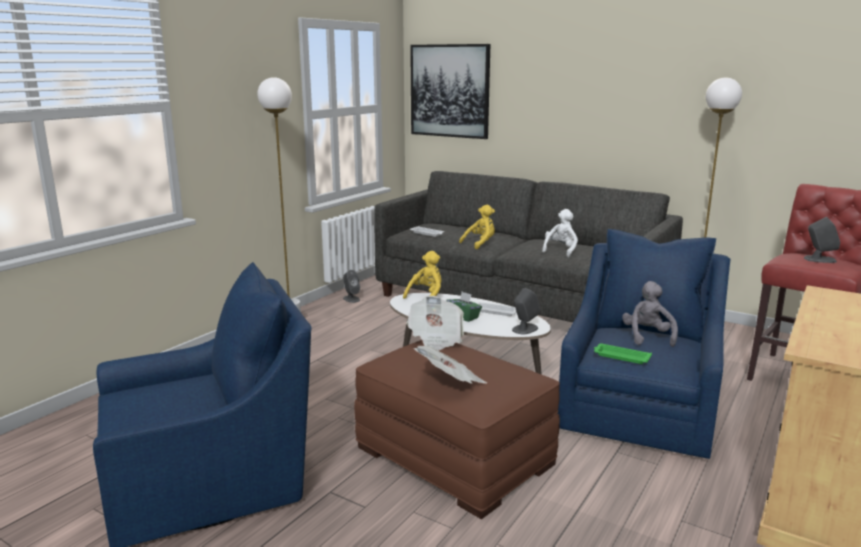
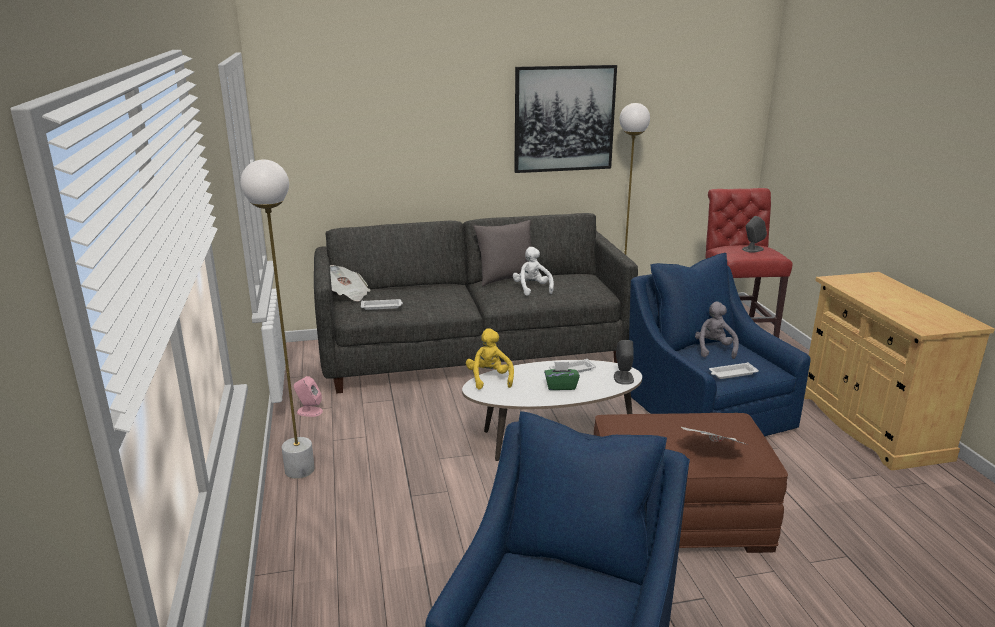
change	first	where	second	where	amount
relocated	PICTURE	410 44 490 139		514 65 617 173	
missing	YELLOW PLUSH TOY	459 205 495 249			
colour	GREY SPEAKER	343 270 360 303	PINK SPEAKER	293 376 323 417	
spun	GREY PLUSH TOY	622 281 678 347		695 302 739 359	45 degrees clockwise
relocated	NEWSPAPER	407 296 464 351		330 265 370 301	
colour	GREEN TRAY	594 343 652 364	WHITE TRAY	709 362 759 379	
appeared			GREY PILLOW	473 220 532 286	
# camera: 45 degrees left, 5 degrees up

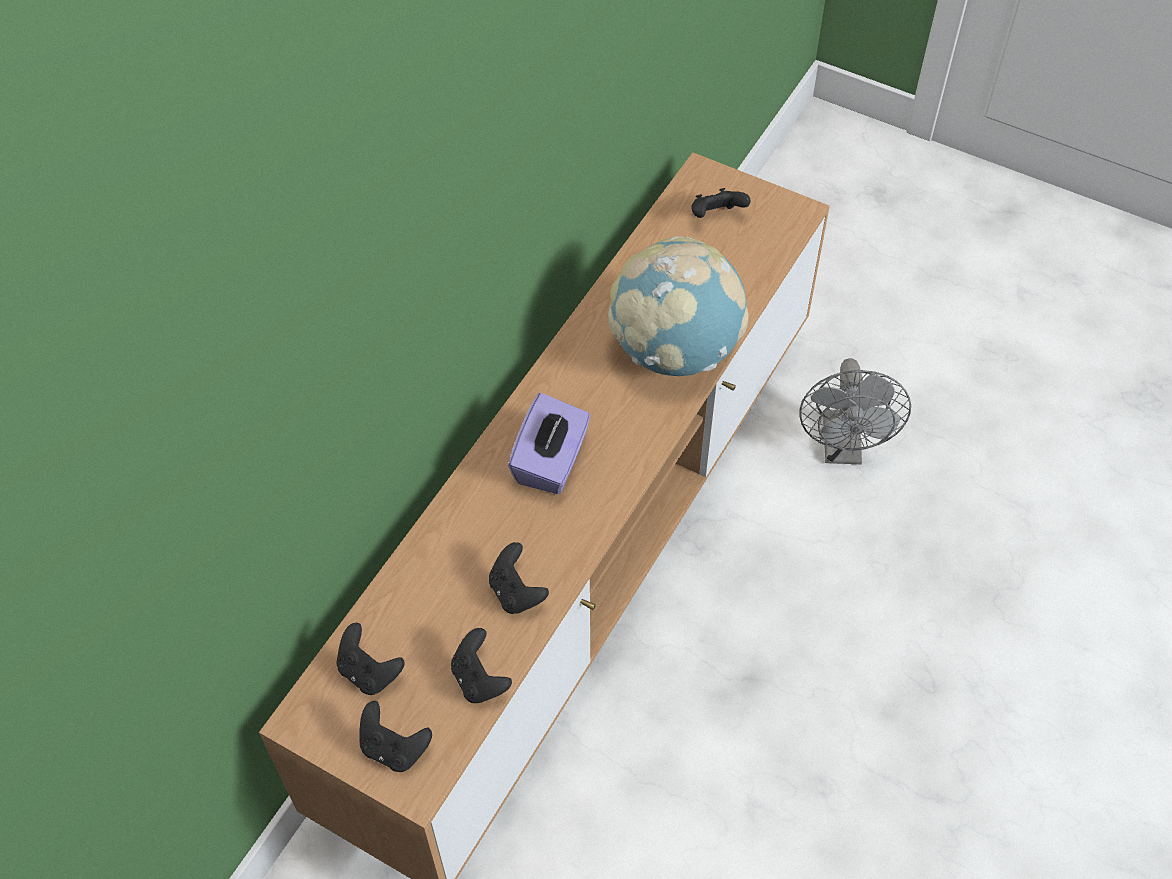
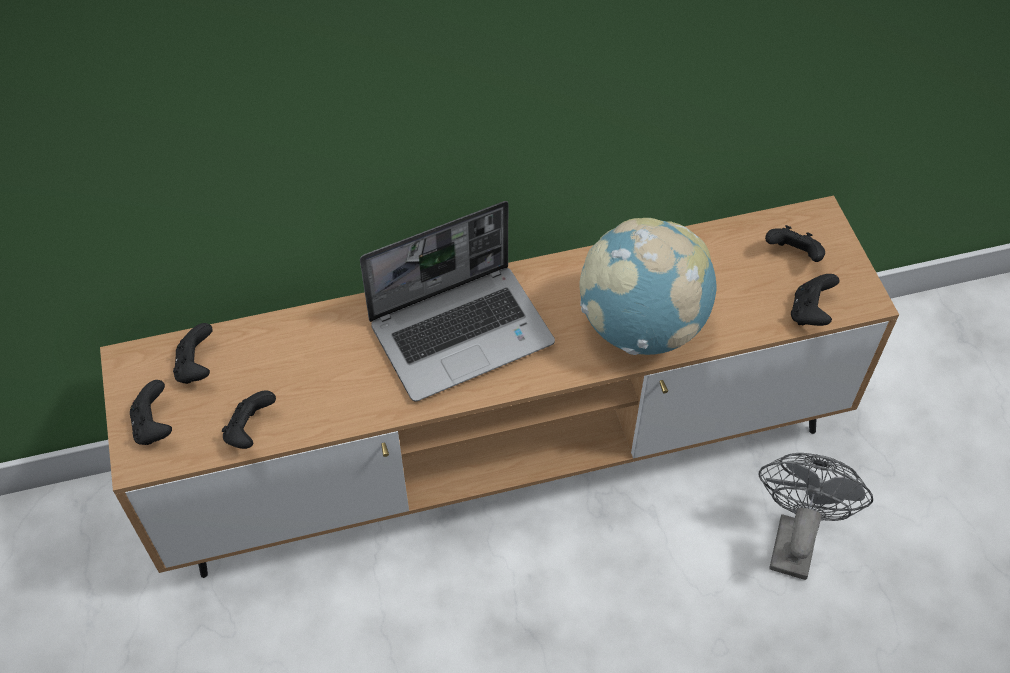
change	first	where	second	where	amount
spun	GREY FAN	800 358 911 464		759 453 873 580	150 degrees clockwise
exchanged	PURPLE TISSUE BOX	508 393 590 494	LAPTOP	360 201 555 402	
relocated	BLACK GAME CONTROLLER	489 542 549 614		791 274 839 326	
# camera: 45 degrees right, 0 degrees up

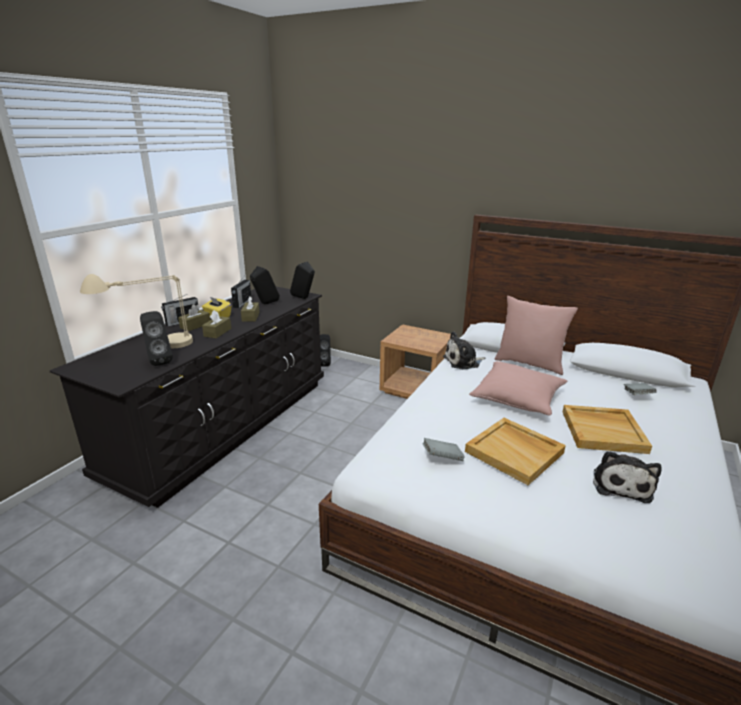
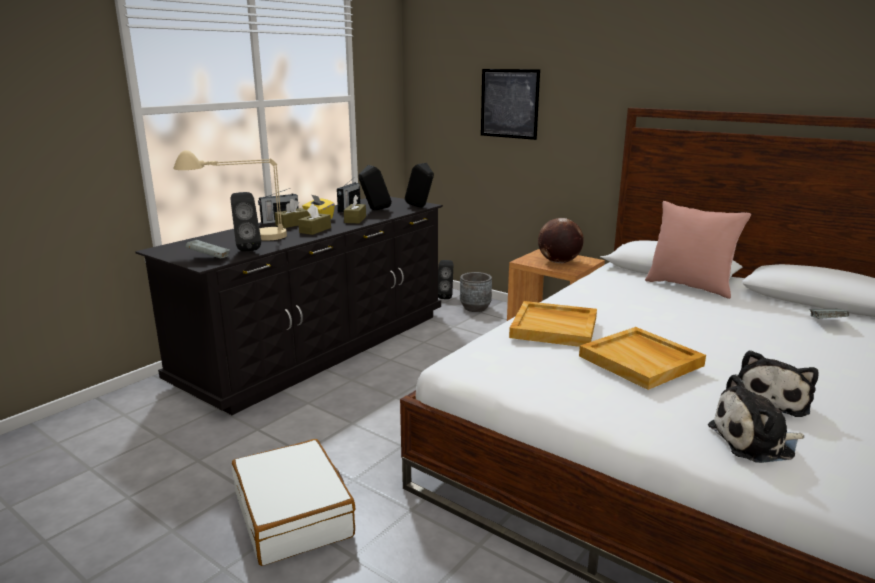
change	first	where	second	where	amount
relocated	PLUSH TOY	443 331 486 370		708 374 804 463	
missing	PINK PILLOW	469 361 567 415			
relocated	BEIGE TRAY	563 405 652 454		509 301 597 347	
relocated	GREY BOOK	422 438 464 461		186 240 230 259	
appeared			PICTURE	481 69 540 140	
appeared			GLOBE	538 218 583 263	
appeared			GREY PLANTER	460 272 492 312	
appeared			WHITE SUITCASE	232 439 356 566	
# camera: 10 degrees right, 5 degrees down

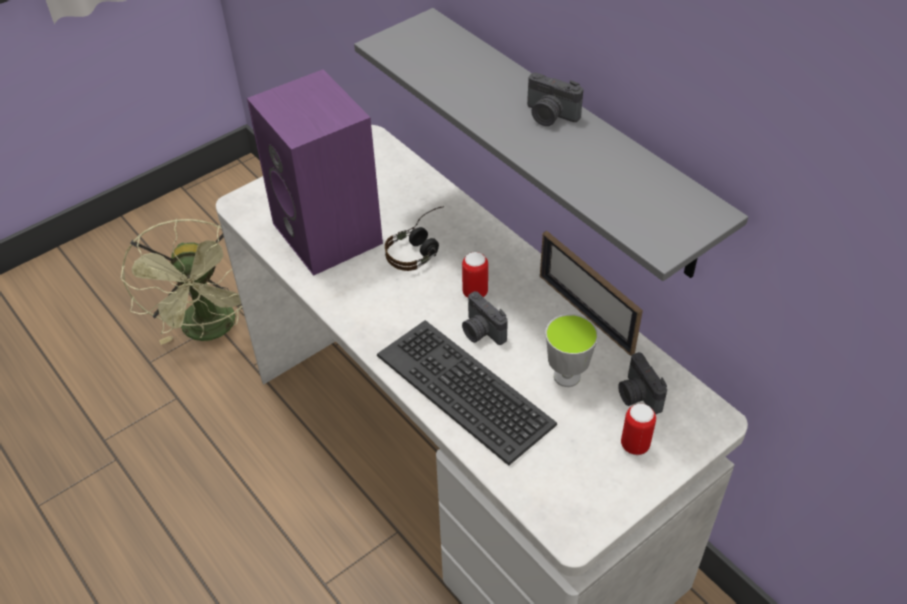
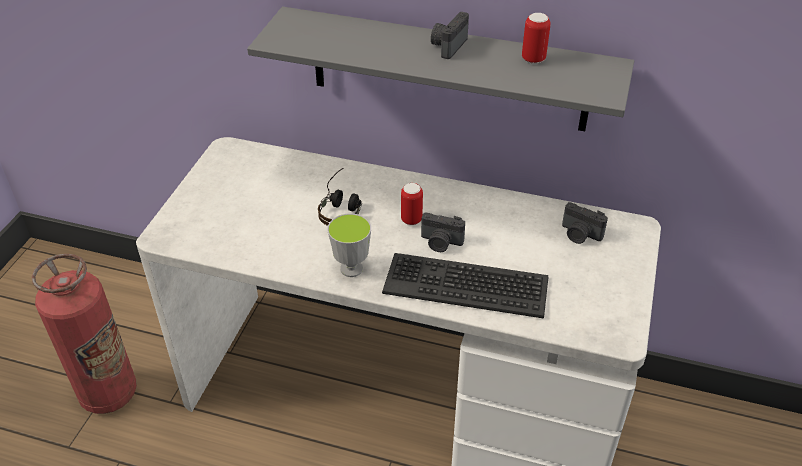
change	first	where	second	where	amount
missing	PURPLE SPEAKER	247 69 383 276			
spun	PHOTO CAMERA	527 72 583 126		431 12 469 59	120 degrees clockwise
exchanged	GREEN FAN	120 219 244 345	FIRE EXTINGUISHER	32 254 137 414	
missing	PICTURE FRAME	540 231 643 356			
relocated	CUP	545 314 598 387		327 213 371 277	
relocated	CAN	621 403 656 455		522 13 551 64	
# camera: 35 degrees left, 5 degrees down

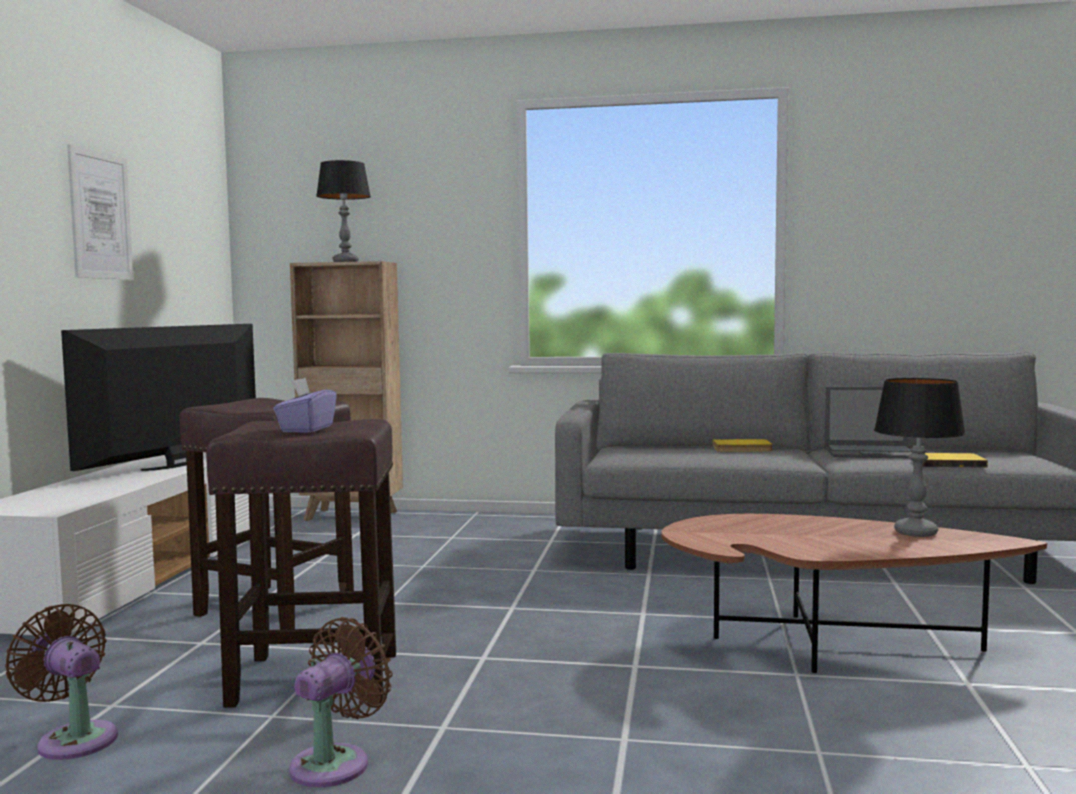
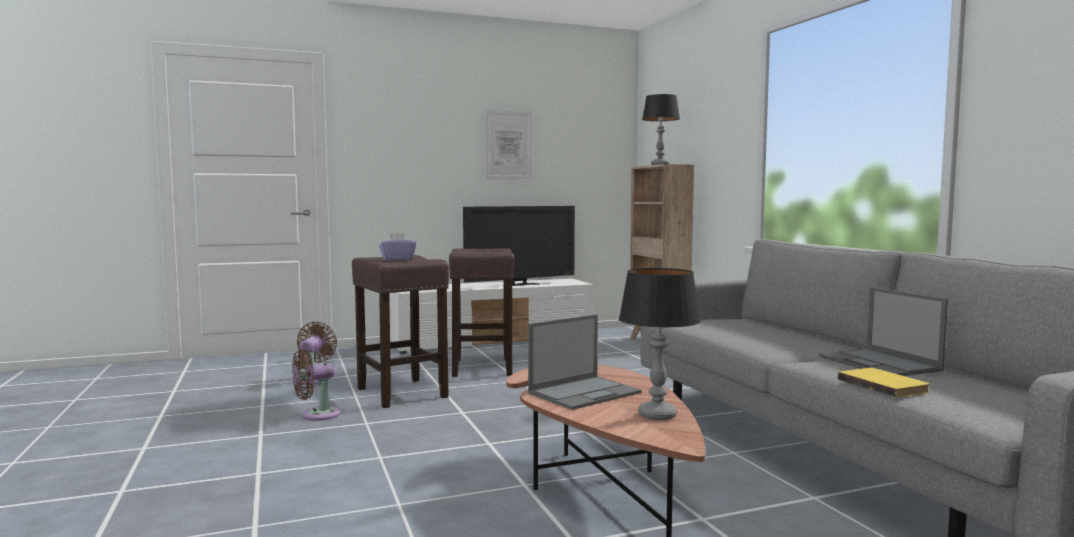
change	first	where	second	where	amount
spun	TELEVISION	61 324 256 471		463 206 575 286	150 degrees clockwise
missing	YELLOW BOOK	712 439 773 452			
spun	BROWN FAN	289 617 393 787		292 349 341 421	150 degrees clockwise
appeared			LAPTOP	528 314 641 410	
# camera: 60 degrees right, 0 degrees up

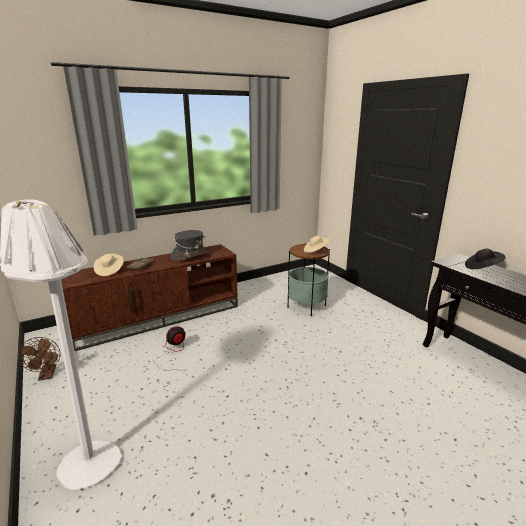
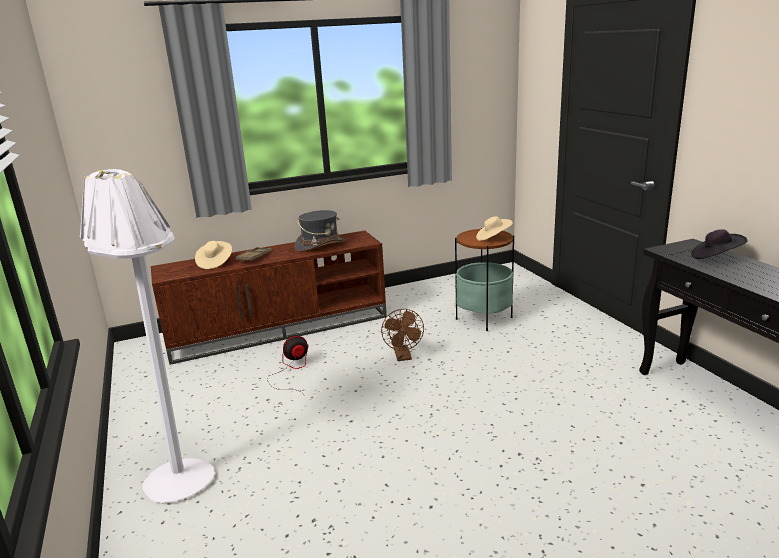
change	first	where	second	where	amount
relocated	BROWN FAN	18 337 60 381		381 309 424 361	
# camera: 10 degrees right, 0 degrees up

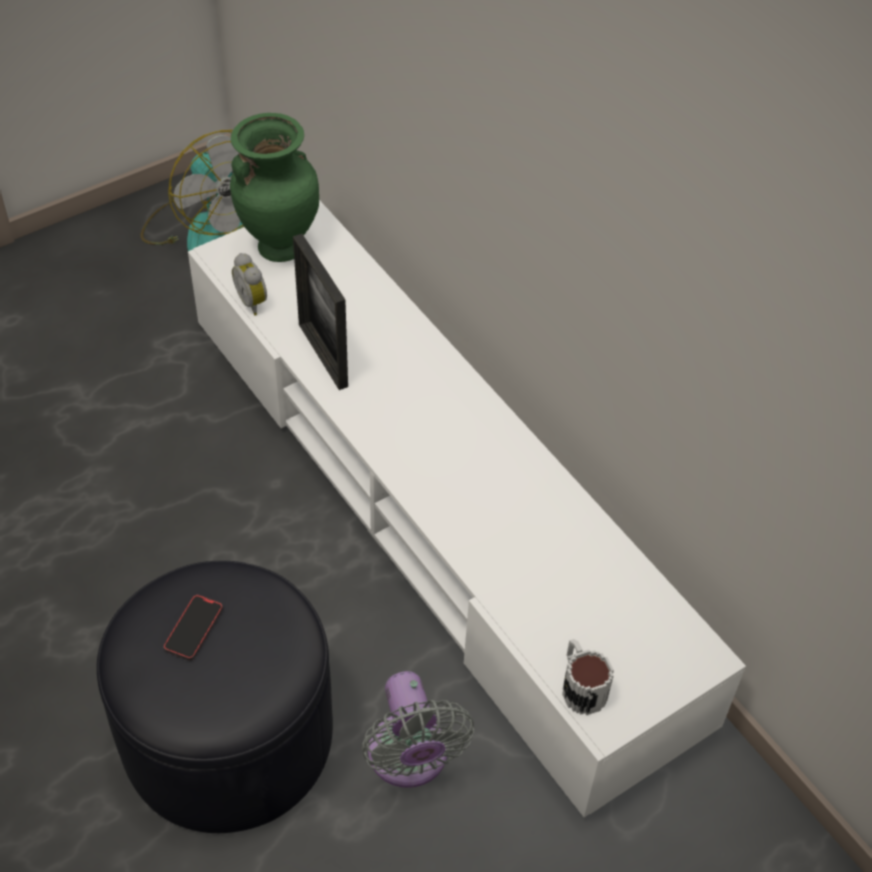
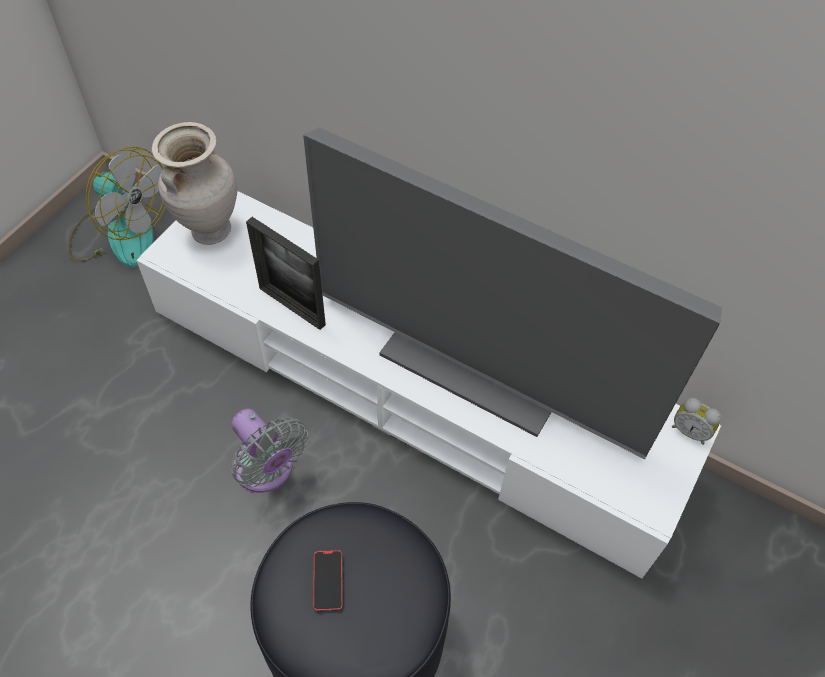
change	first	where	second	where	amount
colour	GREEN VASE	230 113 319 262	BEIGE VASE	152 122 237 245	
relocated	ALARM CLOCK	232 253 267 316		672 398 721 445	
missing	MUG	562 639 614 715			
relocated	GREY FAN	361 671 474 788		231 409 308 493	
appeared			TELEVISION	303 128 722 459	
# camera: 25 degrees left, 5 degrees up

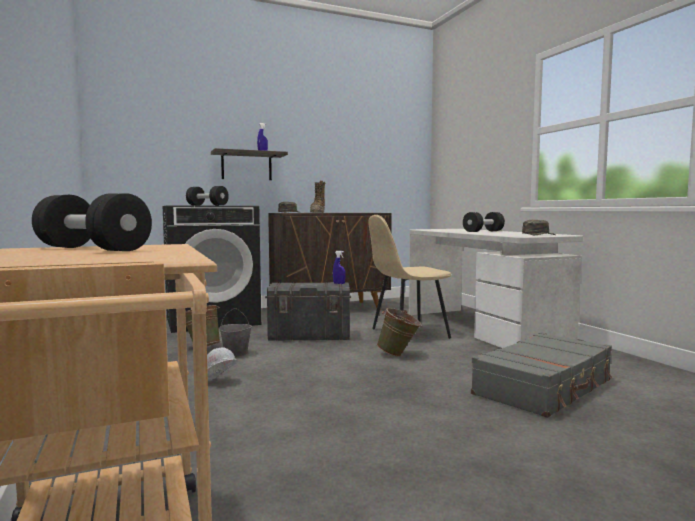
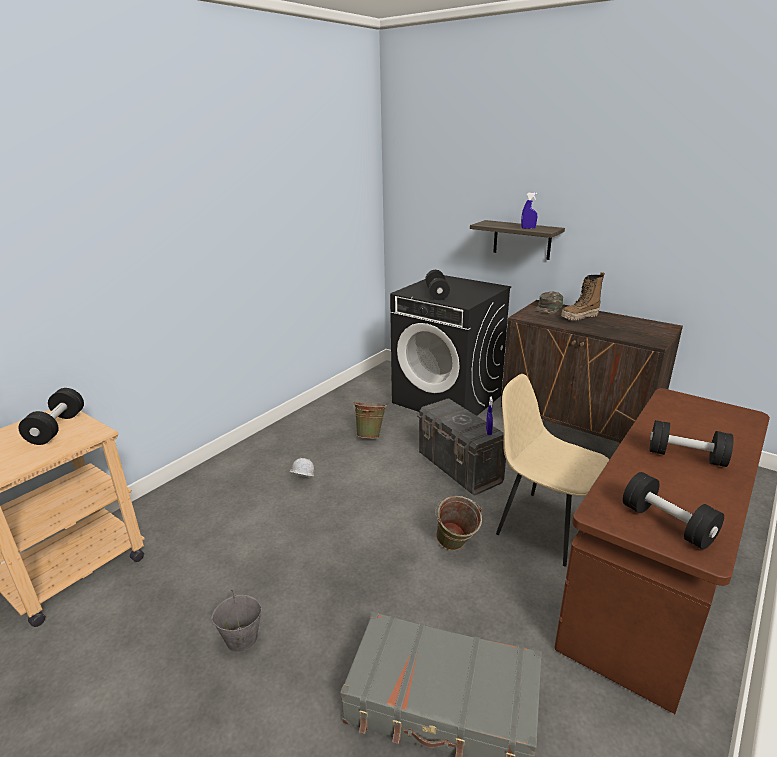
change	first	where	second	where	amount
exchanged	GREEN CAP	522 220 555 235	BLACK DUMBBELL	623 472 724 550	
colour	WHITE DESK	409 229 583 348	BROWN DESK	554 388 770 714	
relocated	GREY BUCKET	219 308 252 357		211 589 262 652	
# camera: 60 degrees right, 20 degrees up

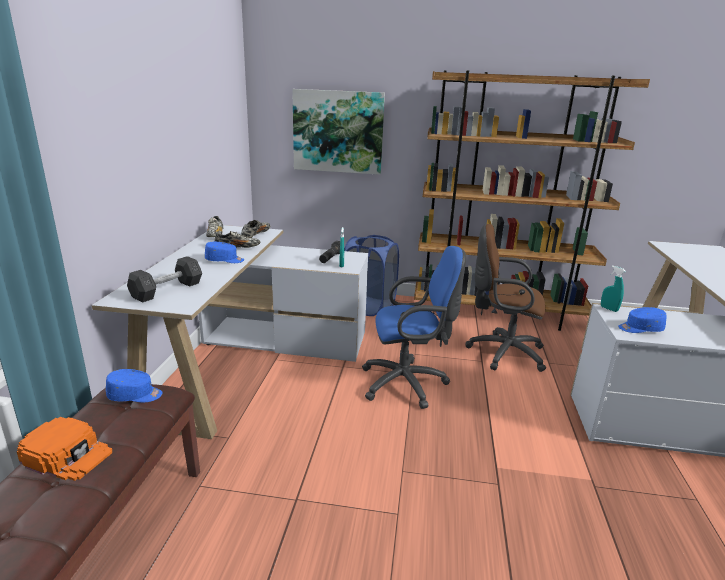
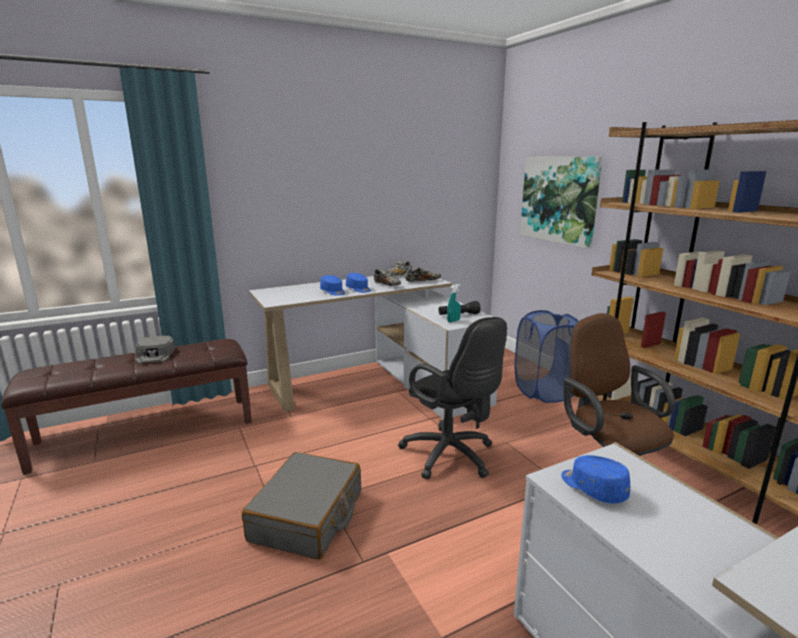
change	first	where	second	where	amount
colour	BLUE OFFICE CHAIR	362 246 466 409	BLACK OFFICE CHAIR	398 317 507 479	
missing	GREY DUMBBELL	127 256 202 303			
missing	TURQUOISE SPRAY BOTTLE	601 265 626 312			
relocated	BLUE CAP	106 369 163 402		320 275 345 296	
colour	ORANGE CAP	17 417 112 481	GREY CAP	136 335 175 364	
appeared			GREY SUITCASE	242 452 361 560	
# camera: 55 degrees right, 5 degrees down

